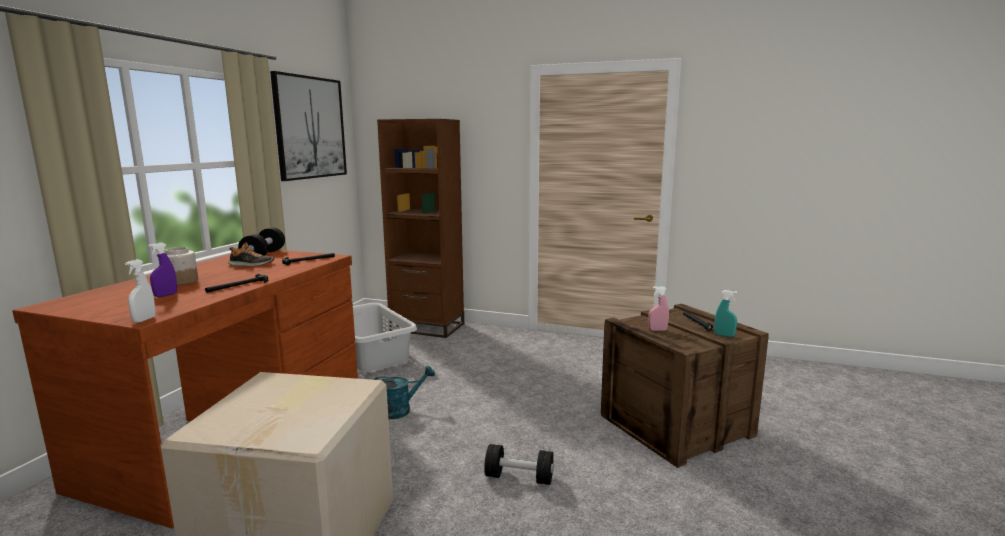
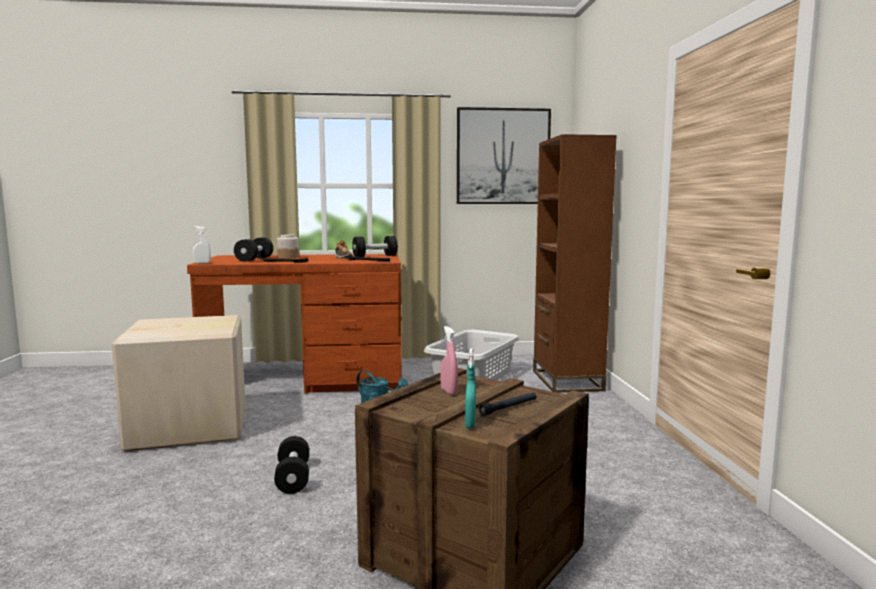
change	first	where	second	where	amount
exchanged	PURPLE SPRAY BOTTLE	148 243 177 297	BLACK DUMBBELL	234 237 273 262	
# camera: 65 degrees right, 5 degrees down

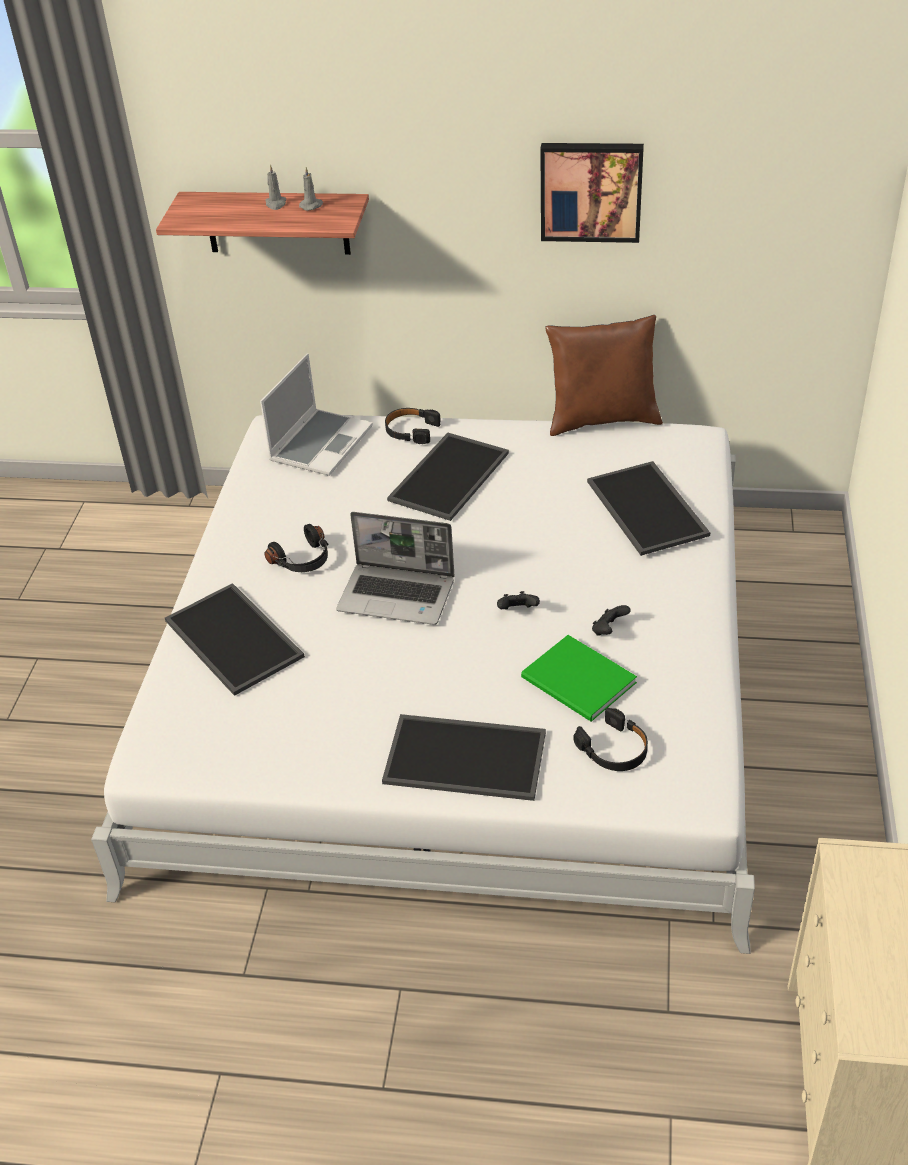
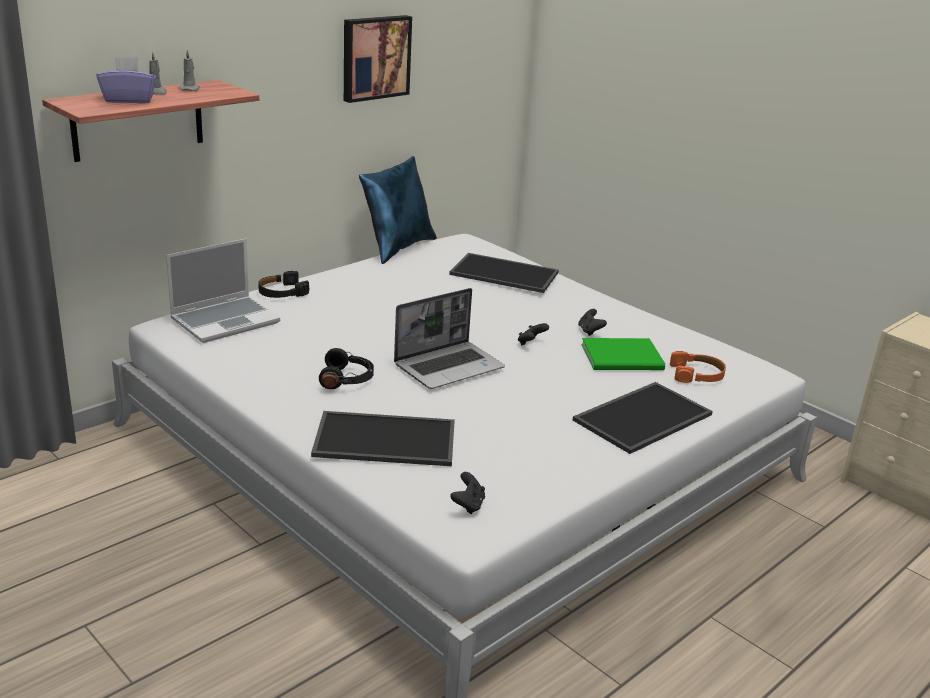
change	first	where	second	where	amount
colour	BROWN PILLOW	545 315 663 436	BLUE PILLOW	359 156 437 264	
spun	LAPTOP	260 353 373 476		166 239 280 343	75 degrees clockwise
missing	TRAY	387 433 509 521			
colour	BLACK HEADPHONES	573 708 648 771	ORANGE HEADPHONES	670 351 726 383	
appeared			PURPLE TISSUE BOX	97 56 156 103	
appeared			BLACK GAME CONTROLLER	450 472 485 514	
# camera: 55 degrees left, 15 degrees down

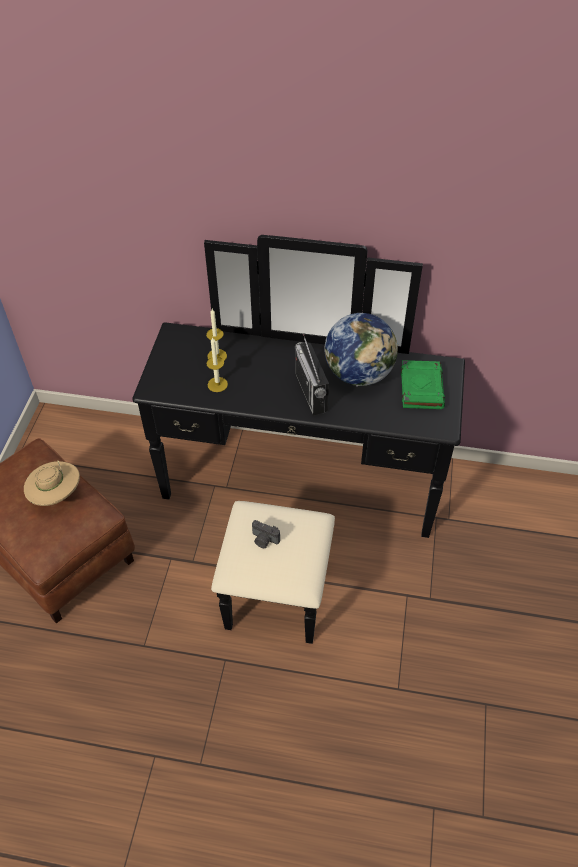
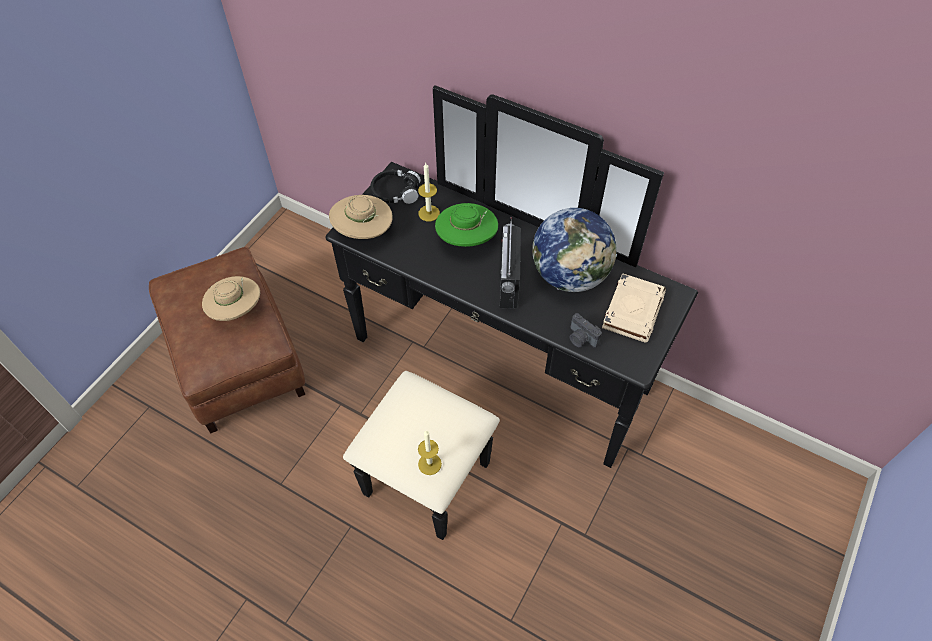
change	first	where	second	where	amount
relocated	CANDLE	207 337 228 392		418 431 442 475	
colour	GREEN BOOK	401 360 445 409	BEIGE BOOK	602 273 666 342	
relocated	PHOTO CAMERA	252 520 280 548		570 313 602 348	
appeared			BLACK HEADPHONES	370 170 421 204	
appeared			BEIGE HAT	329 195 393 239	
appeared			GREEN HAT	435 203 498 247	
# camera: 20 degrees right, 5 degrees up

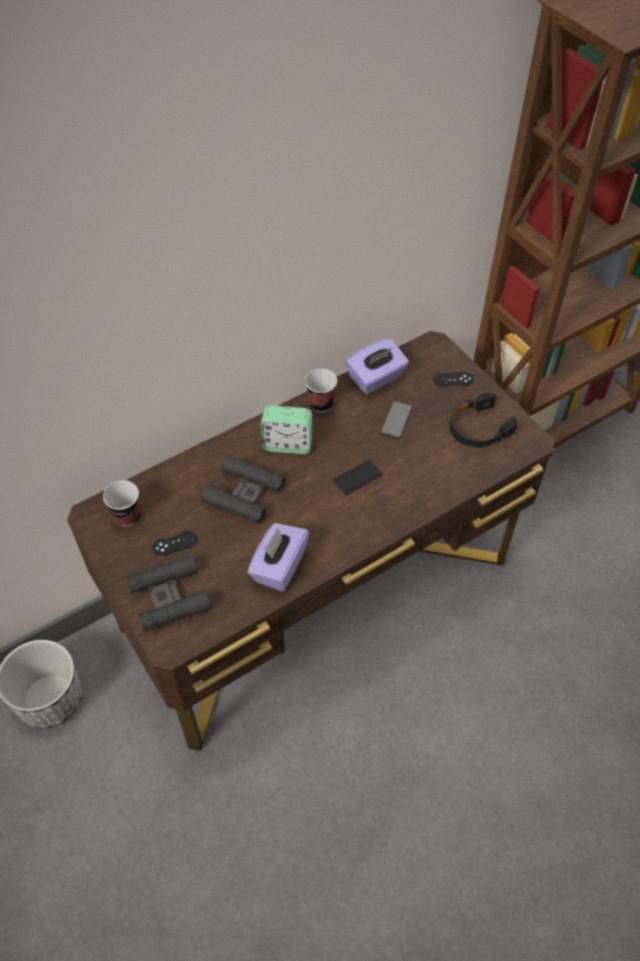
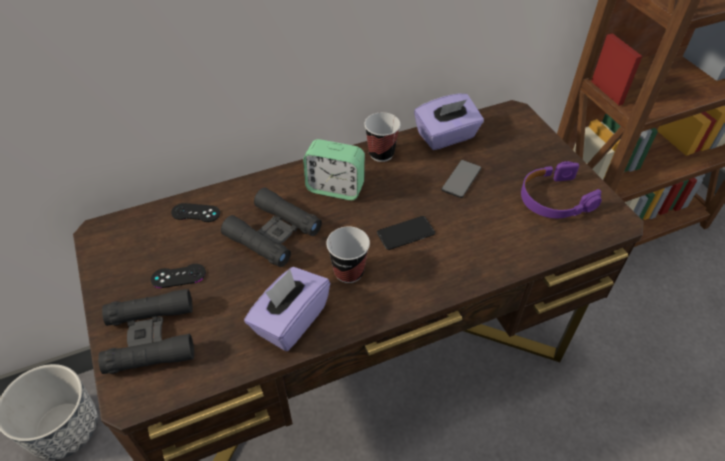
change	first	where	second	where	amount
relocated	BLACK GAME CONTROLLER	434 372 474 387		171 203 220 222	
colour	BLACK HEADPHONES	449 393 517 447	PURPLE HEADPHONES	521 161 602 218	
relocated	CUP	103 480 140 527		326 226 370 283	
# camera: 10 degrees right, 5 degrees down

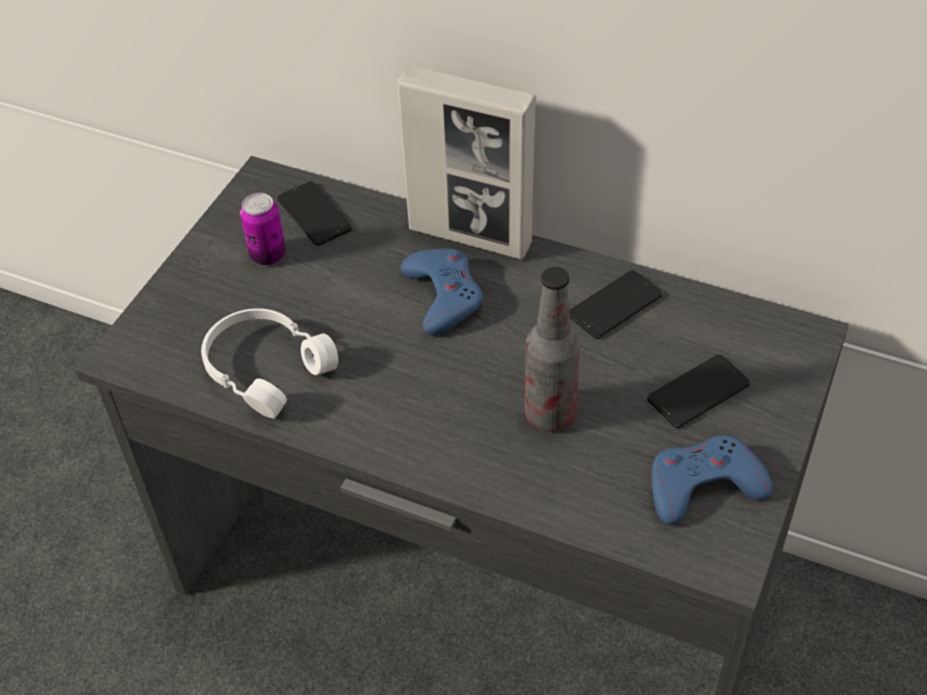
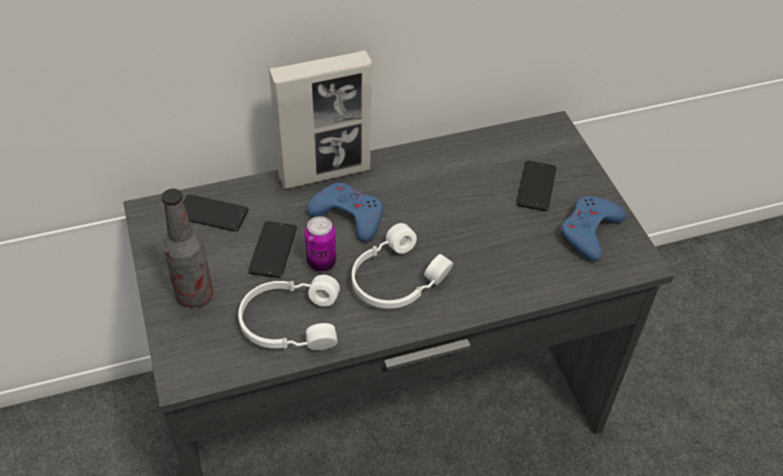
change	first	where	second	where	amount
relocated	CAN	240 193 286 265		305 216 336 271	
relocated	BOTTLE	525 267 580 431		161 189 213 308	
relocated	PHONE	569 270 663 339		248 221 297 278	
appeared			WHITE HEADPHONES	352 223 453 309	
# camera: 45 degrees left, 0 degrees up

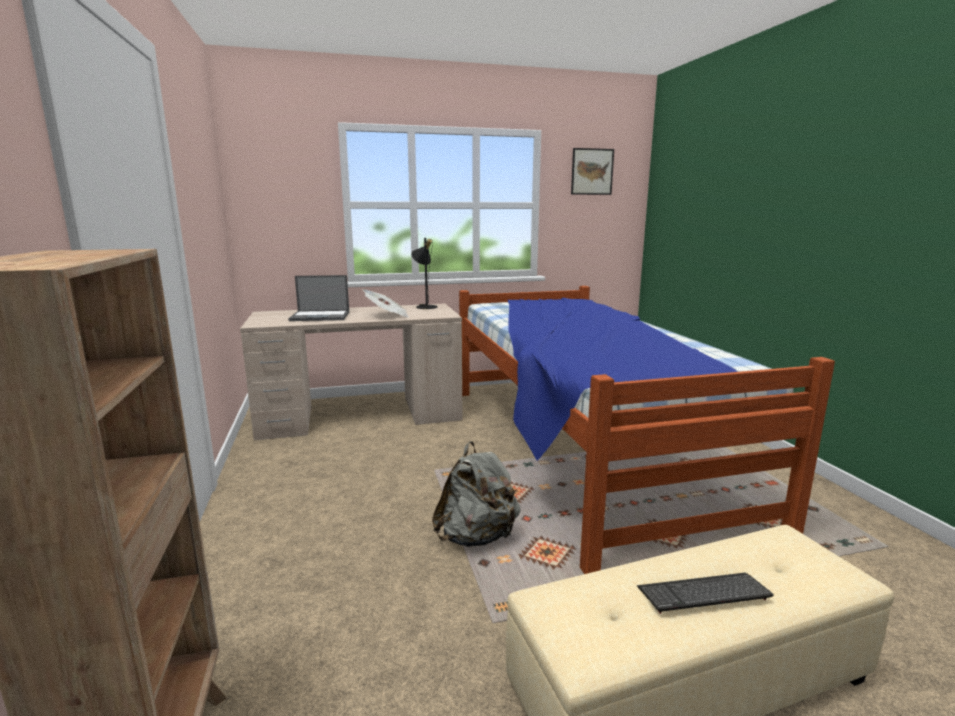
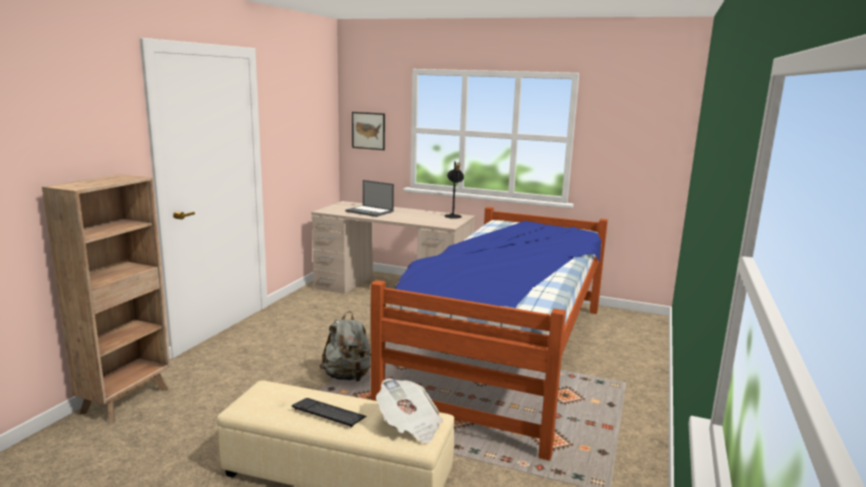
change	first	where	second	where	amount
relocated	PICTURE	571 148 614 195		352 112 385 150	
relocated	NEWSPAPER	362 289 409 318		376 378 443 443	
# camera: 35 degrees right, 0 degrees up

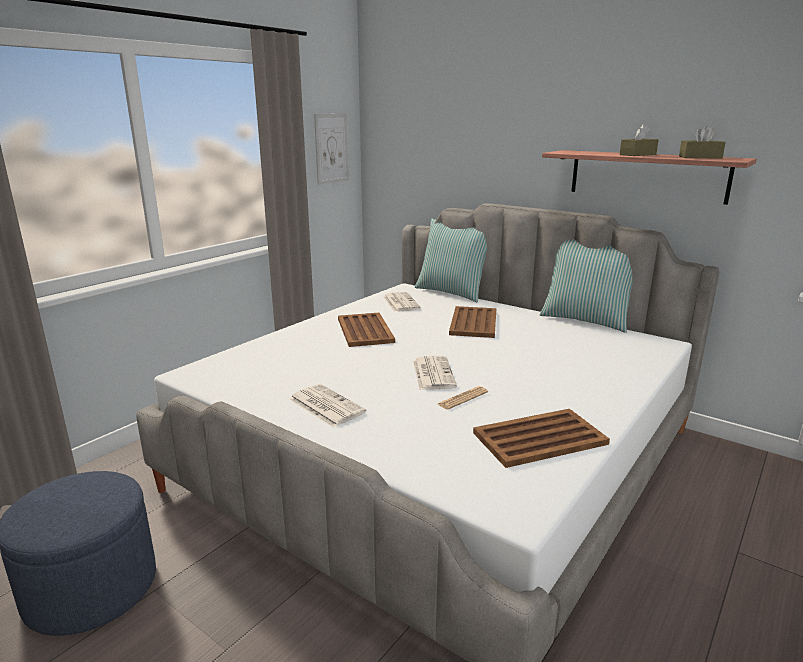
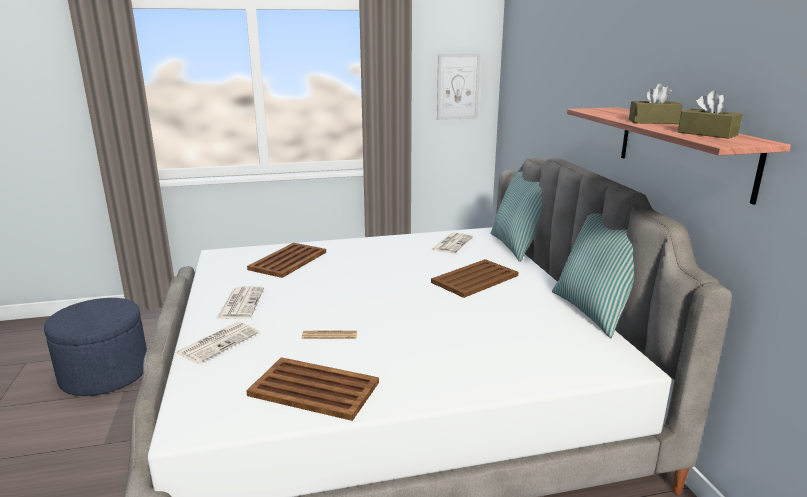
change	first	where	second	where	amount
relocated	BROWN TRAY	338 313 395 347		247 243 326 278	
relocated	NEWSPAPER	413 356 457 390		176 322 259 364	
# camera: 40 degrees right, 0 degrees up

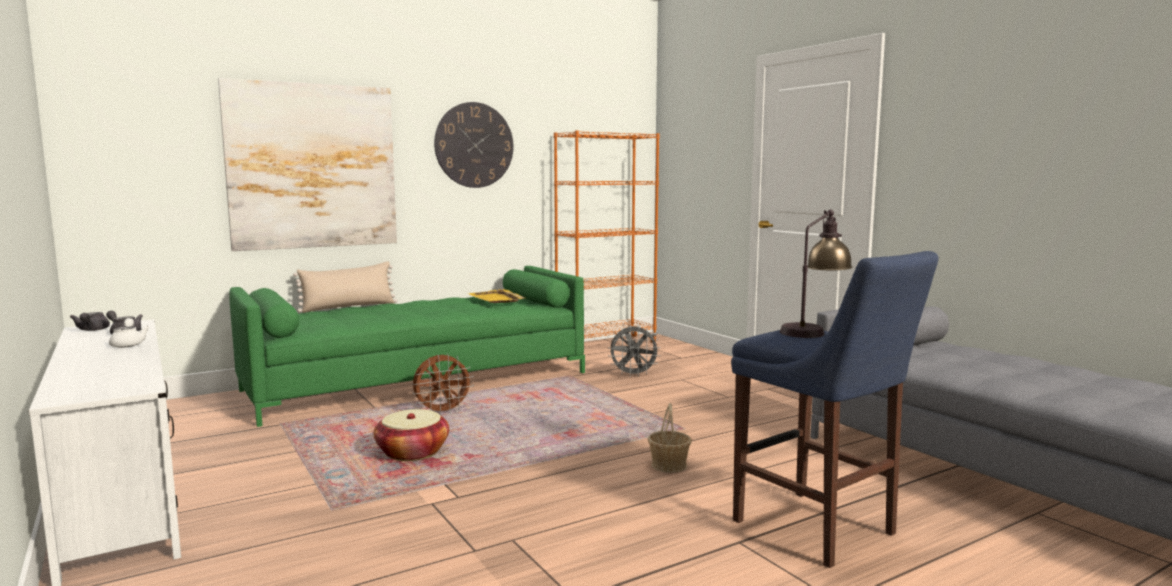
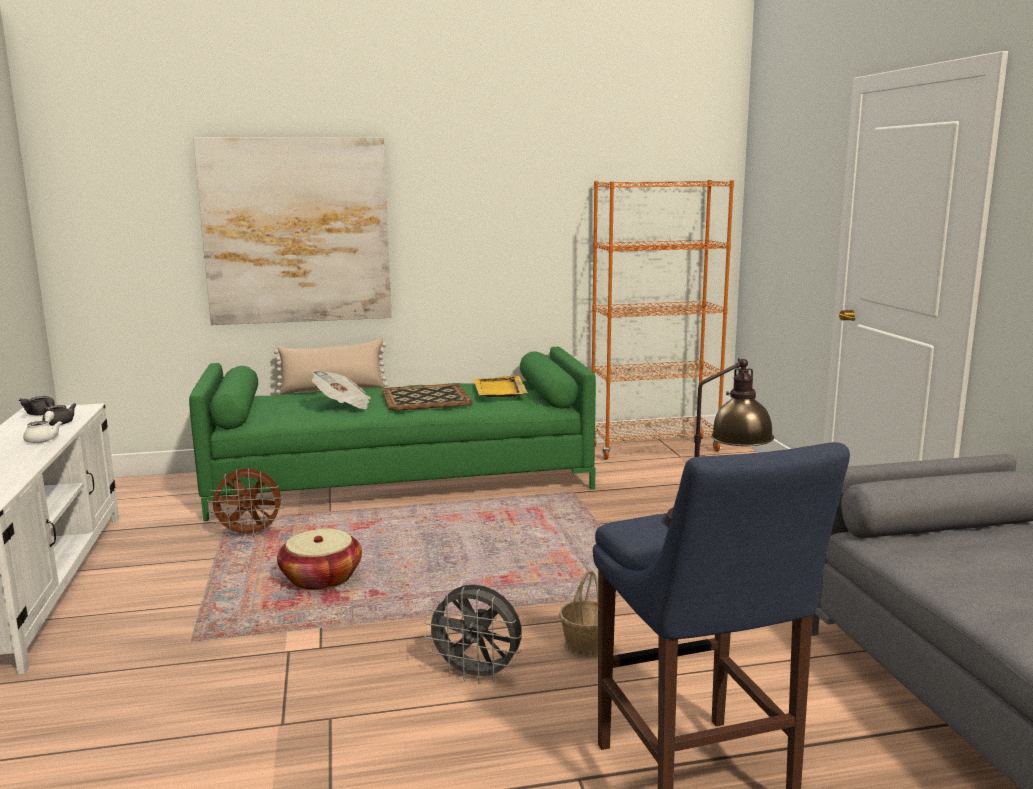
change	first	where	second	where	amount
missing	WALL CLOCK	434 102 513 188			
relocated	GREY FAN	608 325 661 377		424 584 522 684	
relocated	BROWN FAN	412 354 474 415		207 469 284 539	
appeared			NEWSPAPER	312 370 371 409	
appeared			TRAY	382 383 473 411	
# camera: 20 degrees right, 5 degrees up

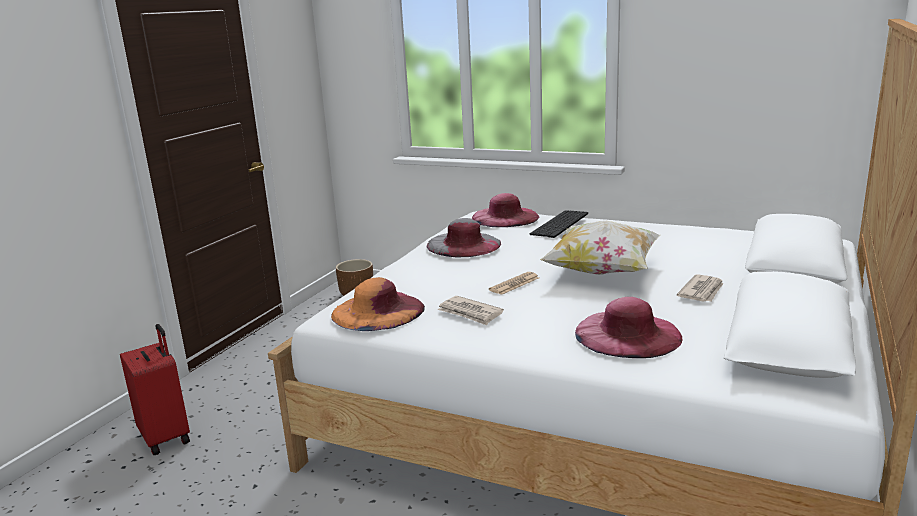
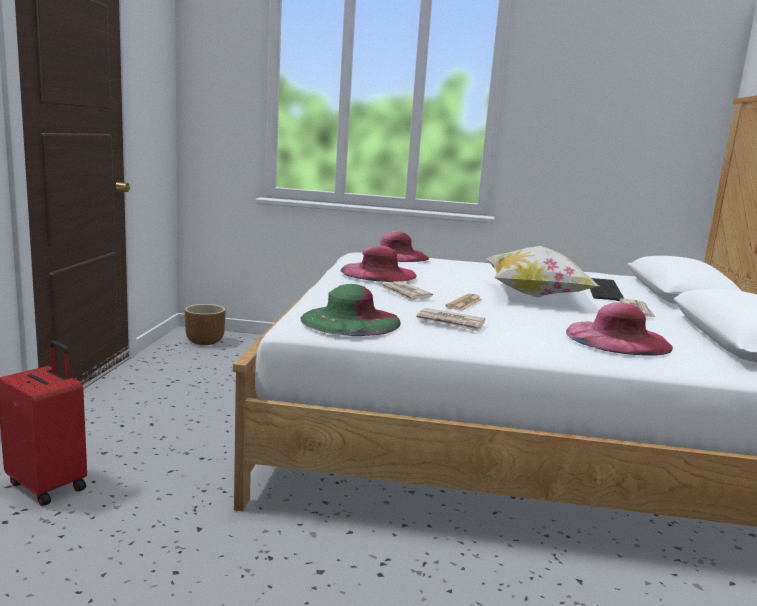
change	first	where	second	where	amount
relocated	KEYBOARD	530 210 588 238		590 278 624 301	
colour	GREY HAT	427 218 501 257	PINK HAT	341 246 416 282	
colour	ORANGE HAT	331 277 425 331	GREEN HAT	300 284 401 336	
appeared			NEWSPAPER	380 281 433 302	
# camera: 20 degrees left, 5 degrees down

